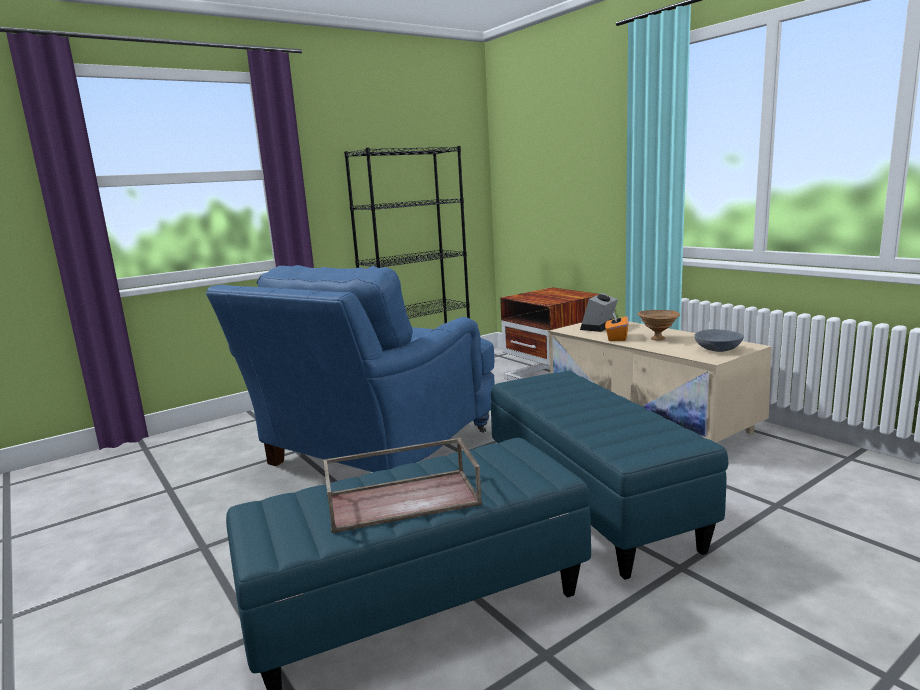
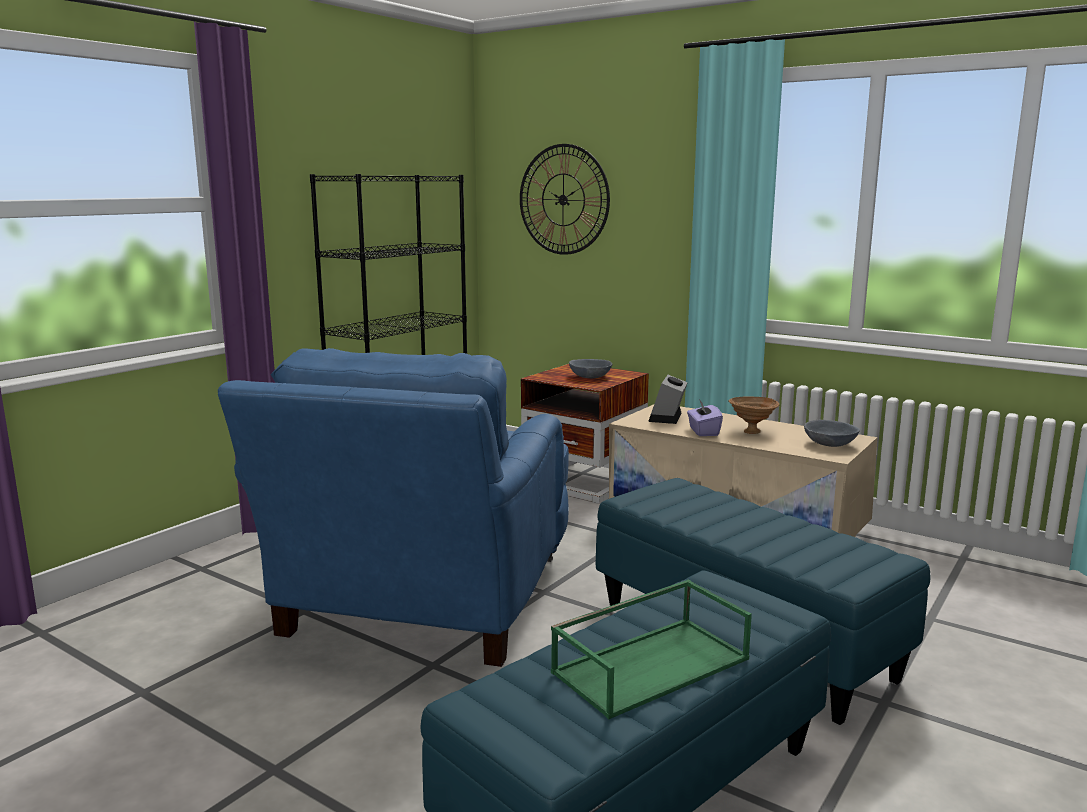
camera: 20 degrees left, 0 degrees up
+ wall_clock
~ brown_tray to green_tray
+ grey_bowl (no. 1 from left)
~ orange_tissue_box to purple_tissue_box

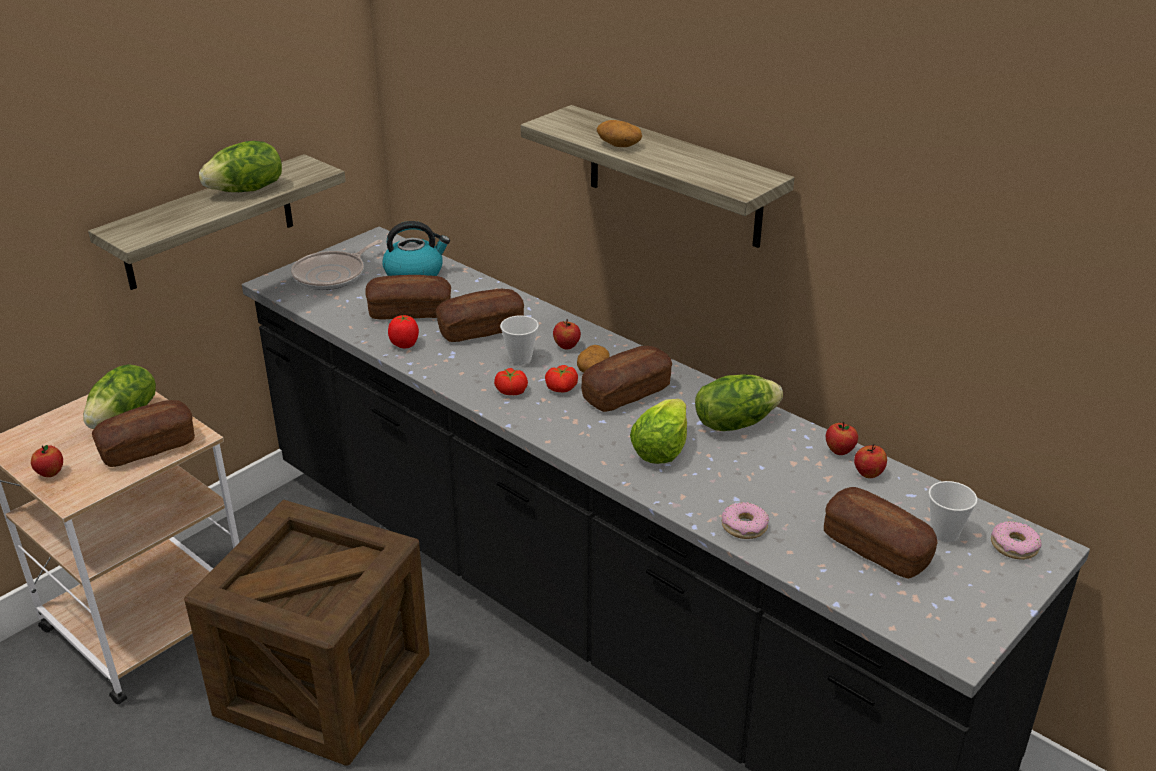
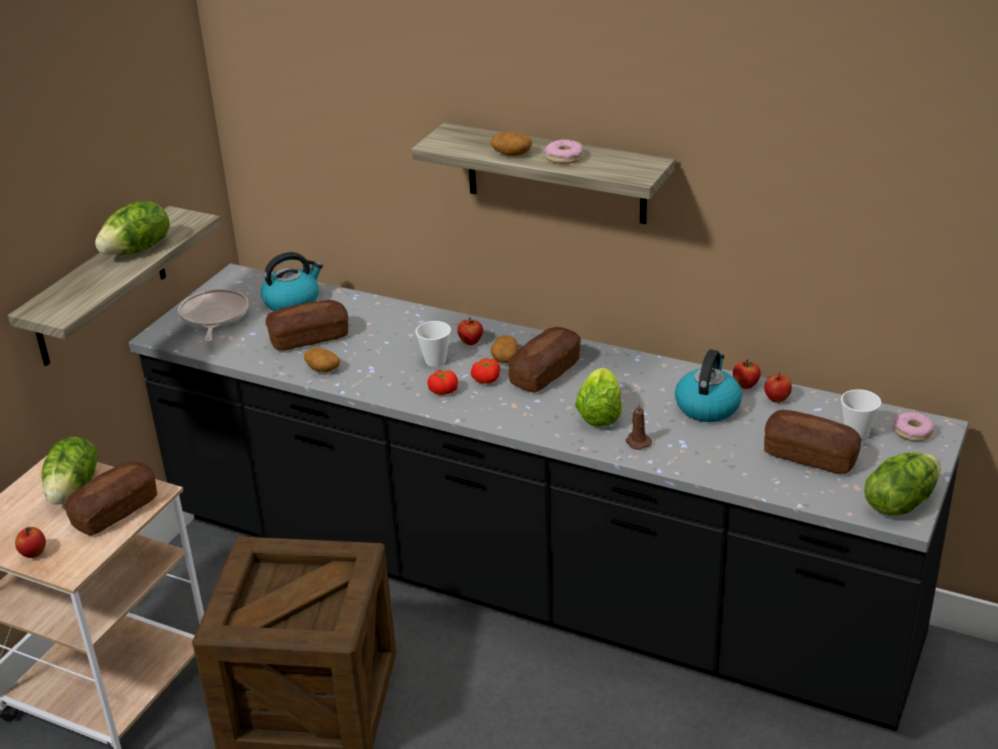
camera: 15 degrees left, 0 degrees up
~ frying_pan 150 degrees clockwise
~ tomato (no. 1 from left) to potato (no. 1 from left)
~ donut (no. 1 from left)
+ brown_candle
+ kettle (no. 2 from left)
~ lettuce (no. 4 from left)
- bread (no. 3 from left)

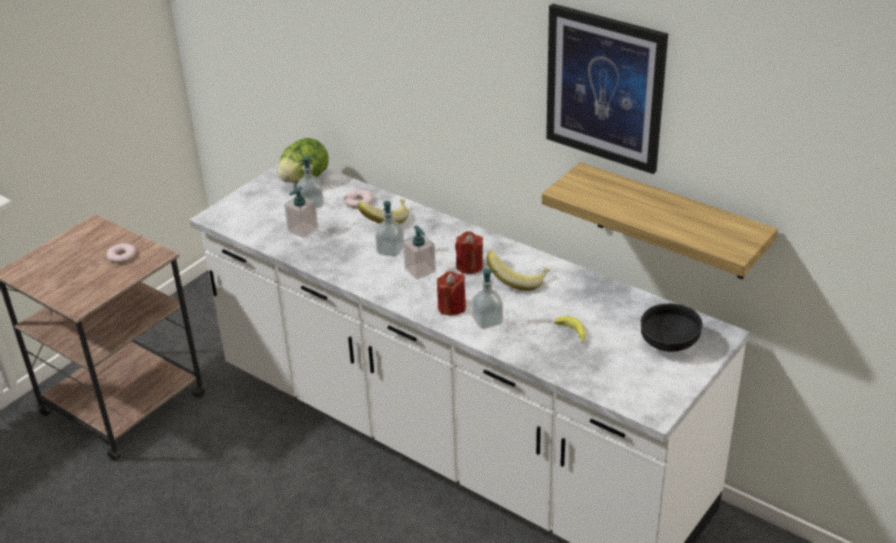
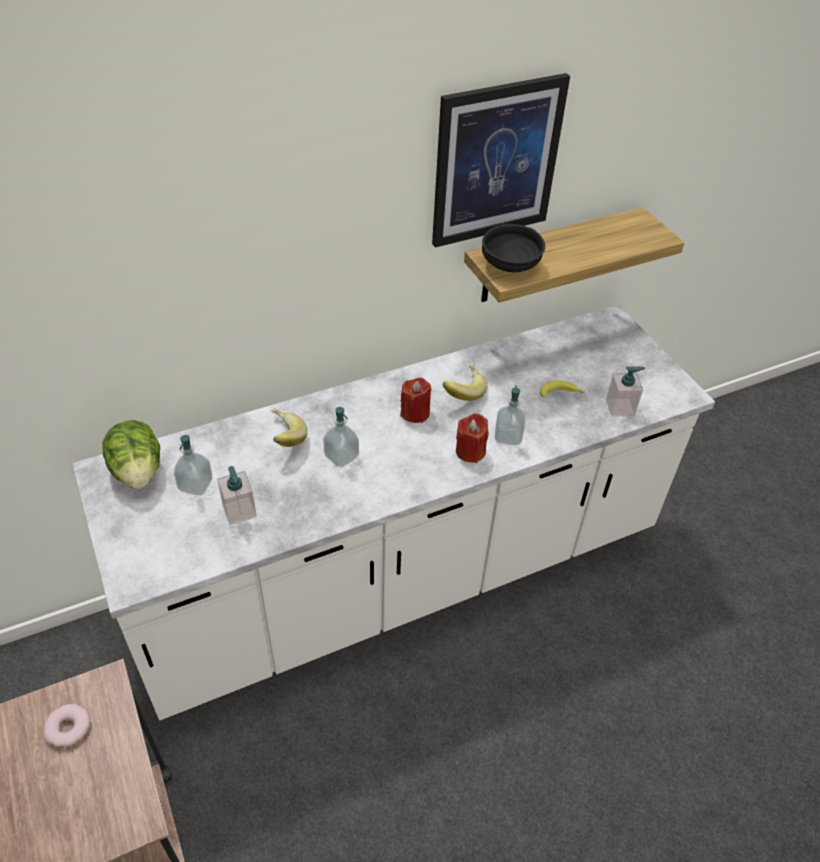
camera: 65 degrees left, 10 degrees up
~ black_bowl
~ soap_dispenser (no. 4 from left in the first image) to soap_dispenser (no. 5 from left)
- donut (no. 2 from left)

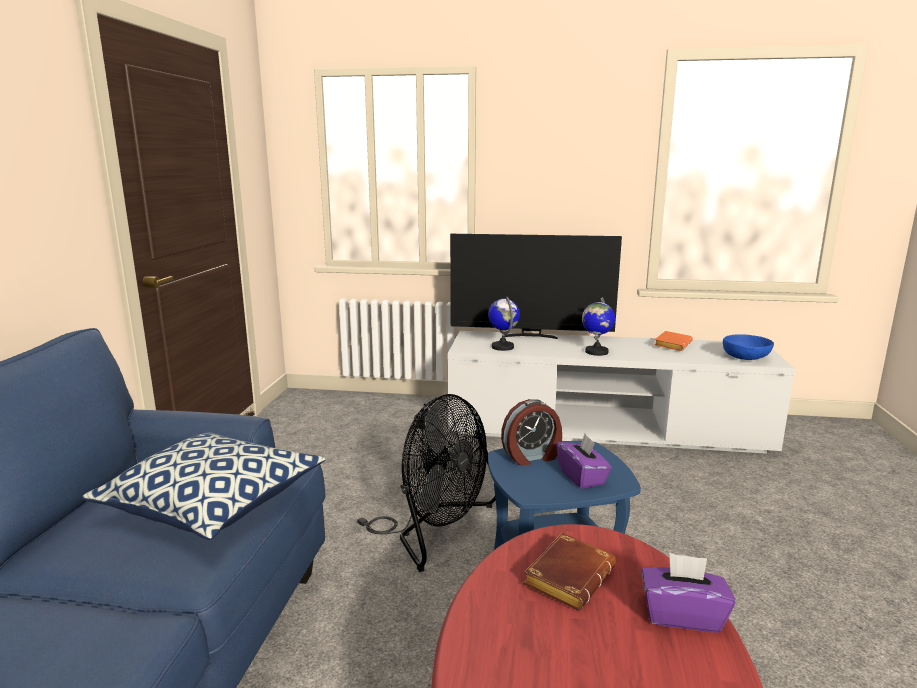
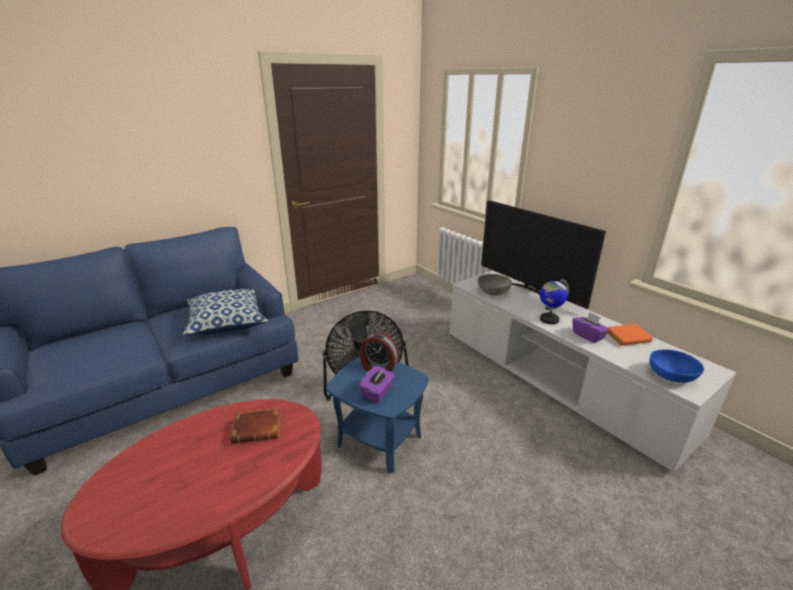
camera: 45 degrees right, 10 degrees up
~ globe (no. 1 from left) to grey_bowl
~ purple_tissue_box (no. 2 from left)

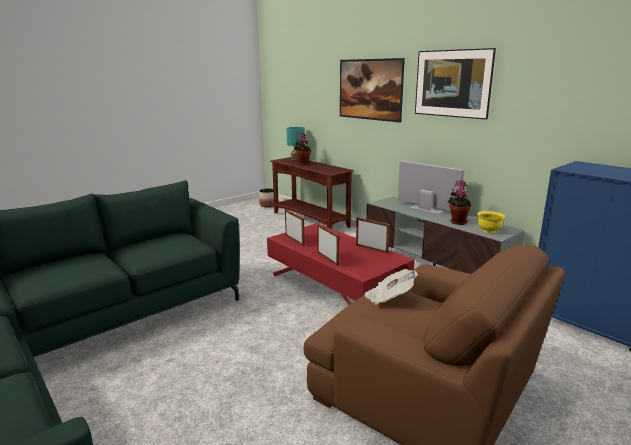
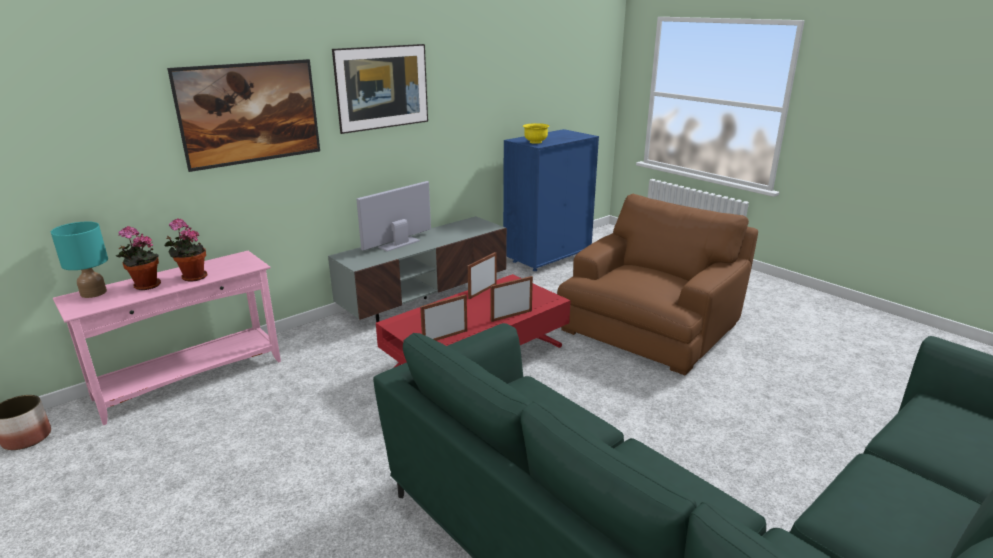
camera: 90 degrees left, 5 degrees up
~ brown_console_table to pink_console_table
~ potted_plant (no. 2 from left)
~ yellow_bowl
- newspaper

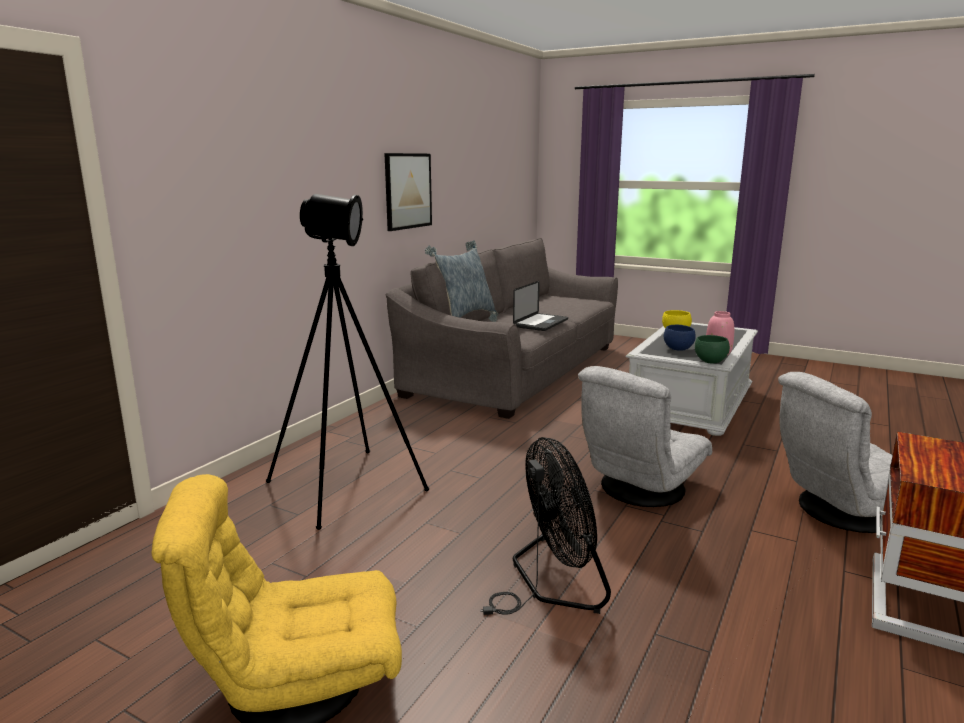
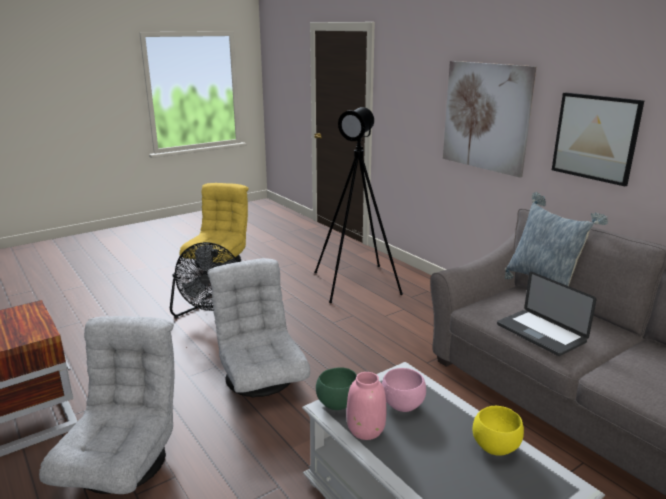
camera: 115 degrees right, 5 degrees up
~ blue_bowl to pink_bowl
+ picture (no. 1 from left)

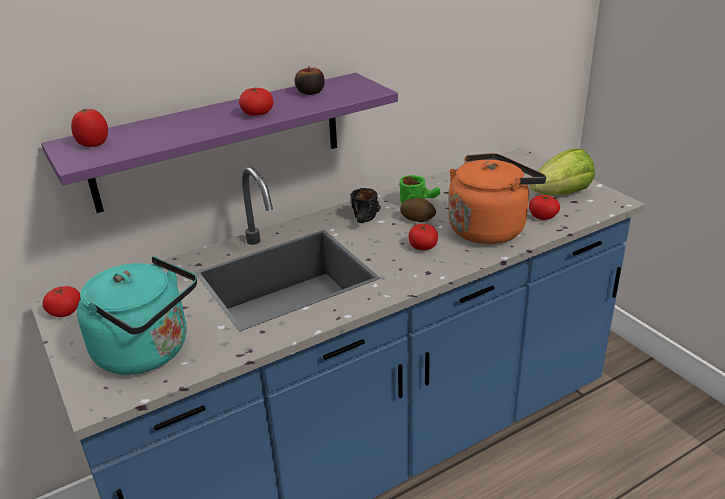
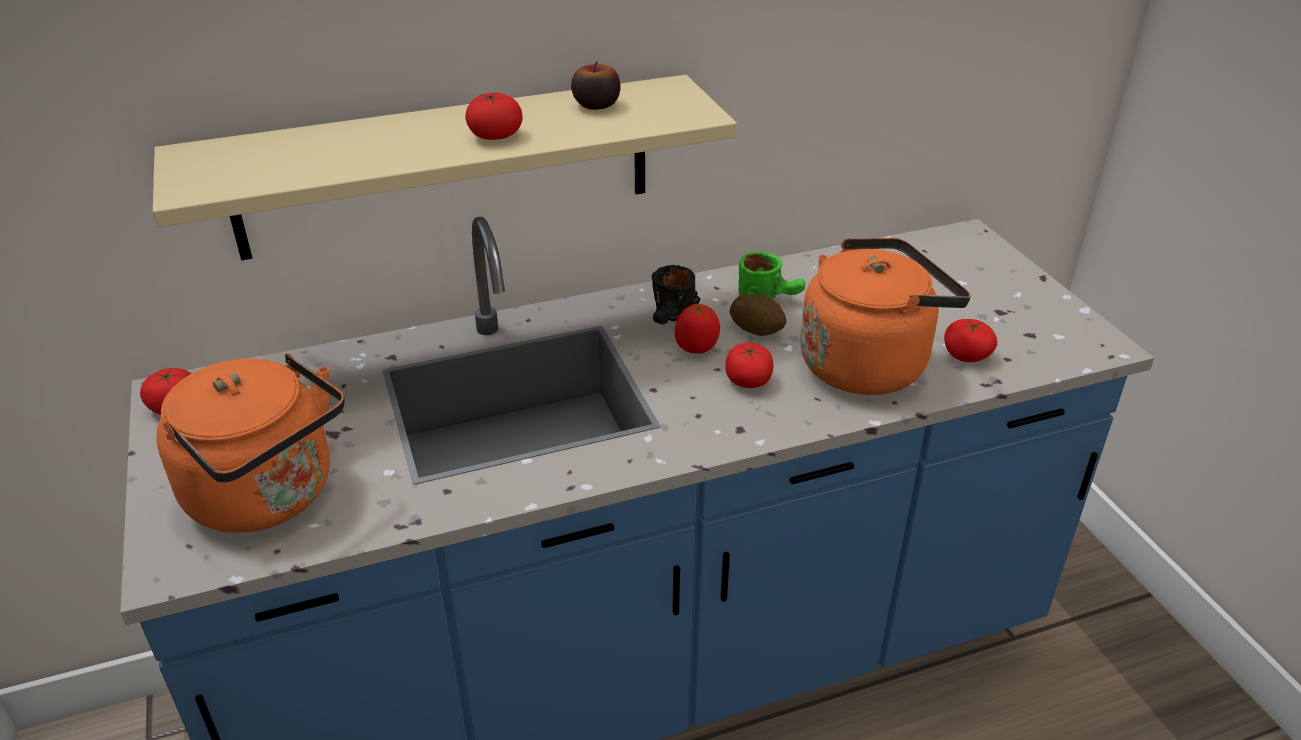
camera: 10 degrees right, 5 degrees up
~ purple_shelf to beige_shelf
~ turquoise_kettle to orange_kettle (no. 1 from left)
~ tomato (no. 2 from left in the first image) to tomato (no. 3 from left)
- lettuce

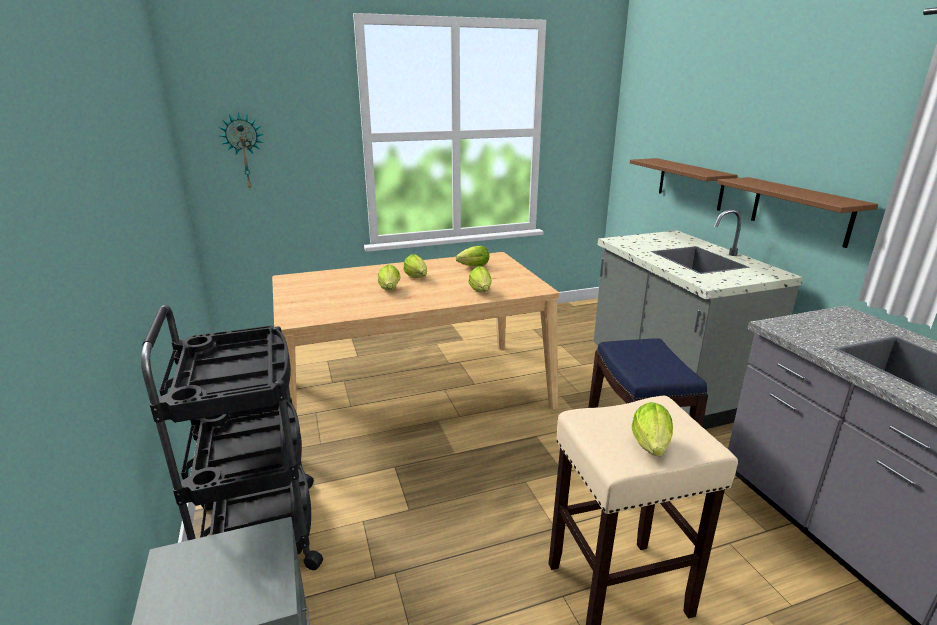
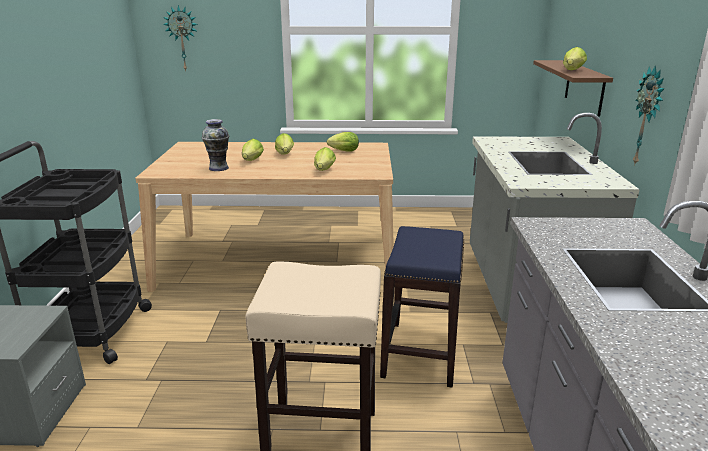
camera: 20 degrees right, 0 degrees up
+ vase
~ lettuce (no. 5 from left)
~ brown_shelf (no. 2 from left) to wall_clock (no. 2 from left)

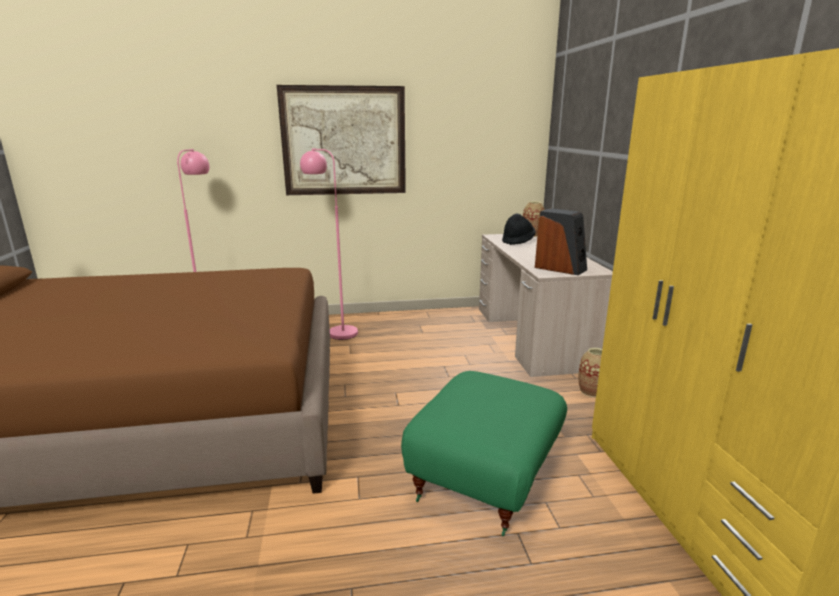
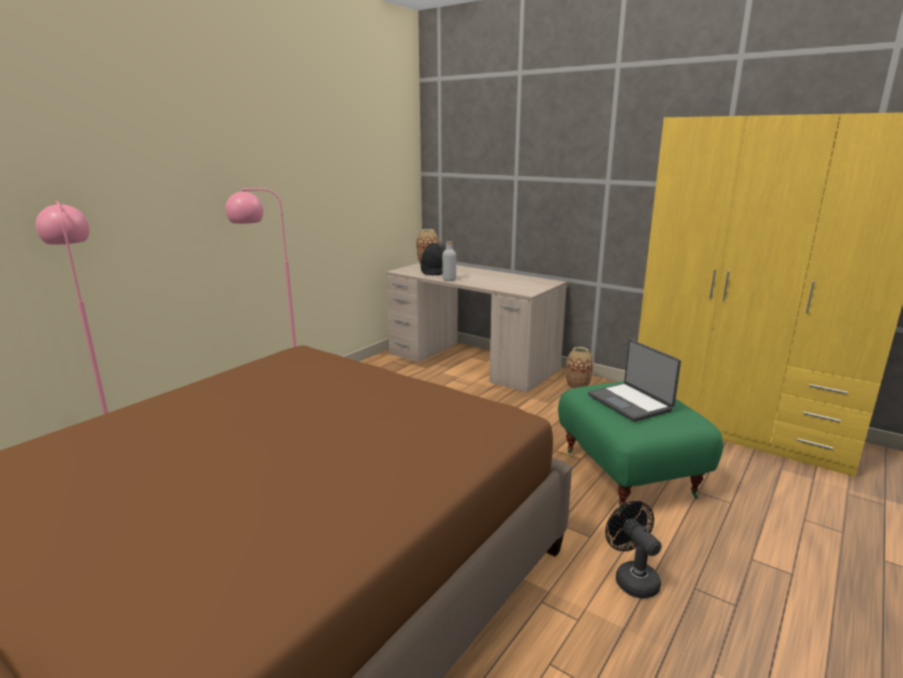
camera: 45 degrees left, 0 degrees up
+ grey_bottle
+ laptop
+ black_fan
- picture
- speaker

